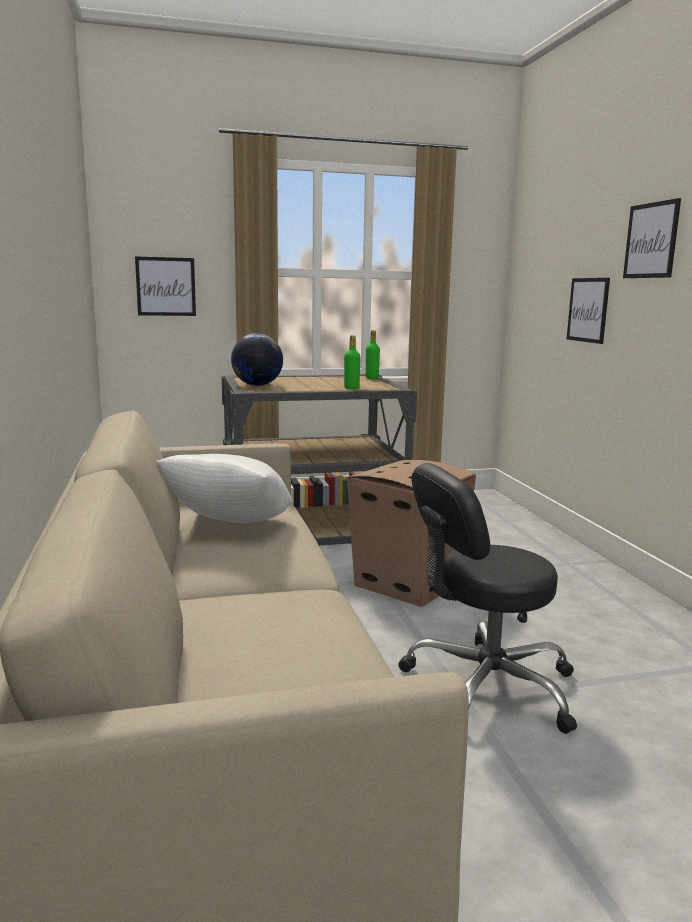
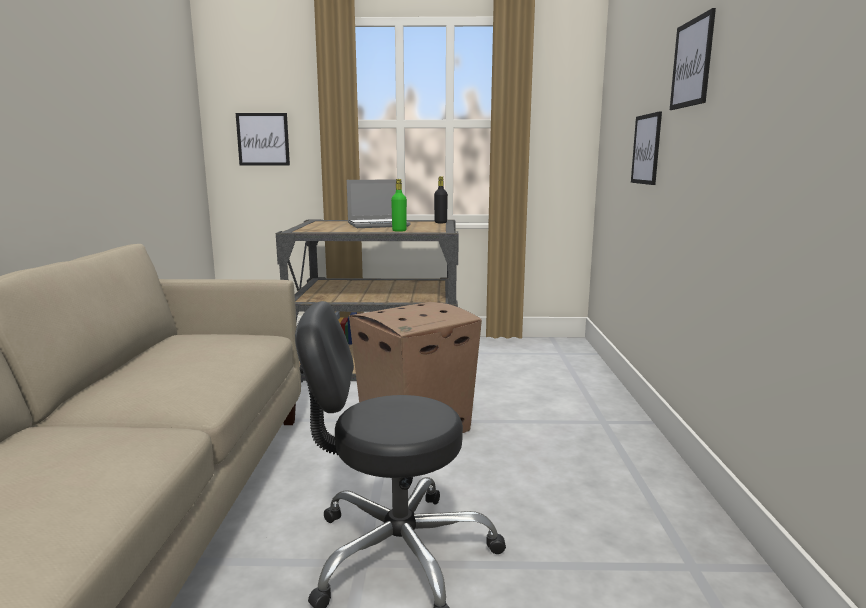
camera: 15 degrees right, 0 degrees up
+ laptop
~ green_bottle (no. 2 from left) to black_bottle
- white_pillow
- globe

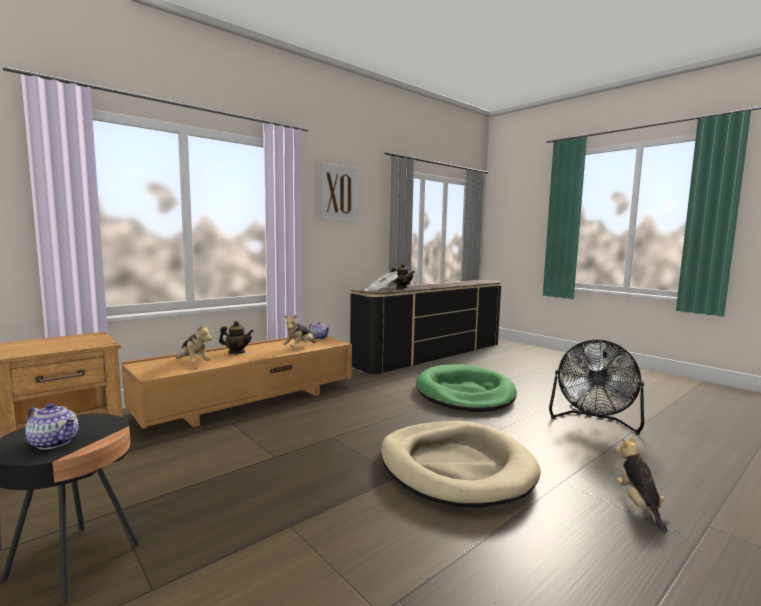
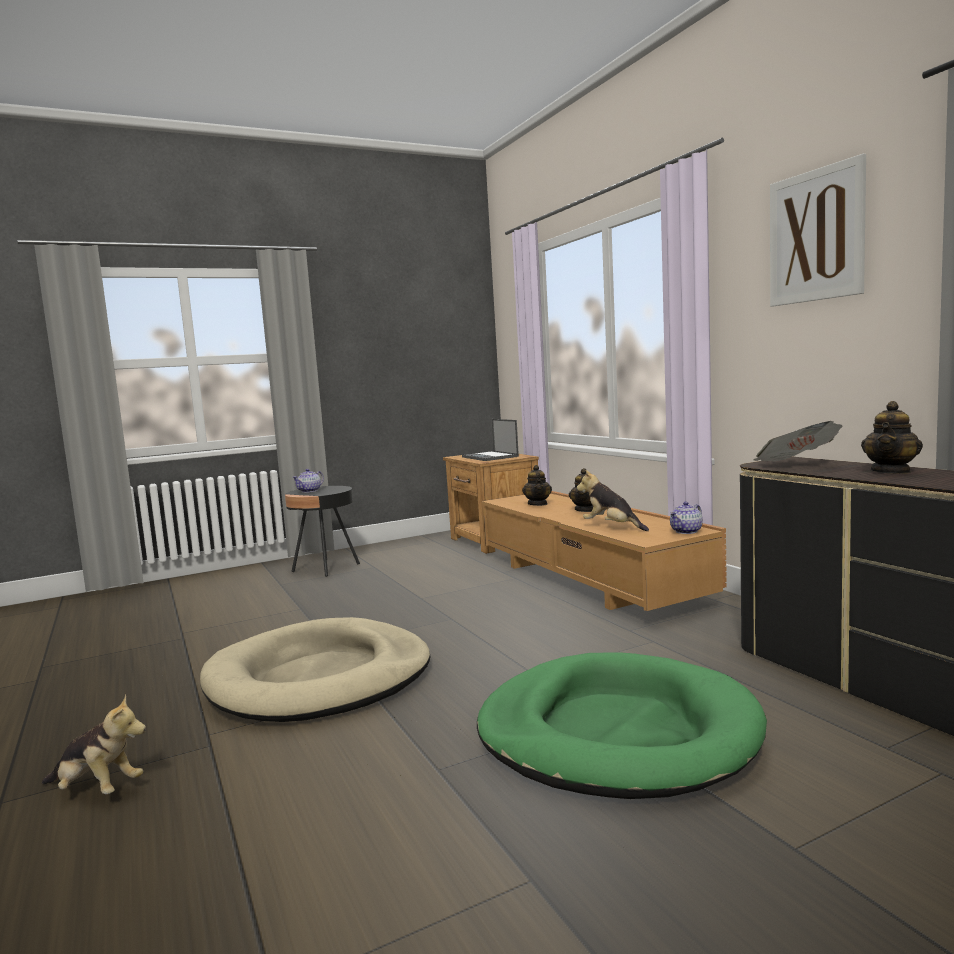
camera: 105 degrees right, 0 degrees up
+ laptop
~ plush_toy (no. 1 from left) to teapot (no. 2 from left)
- black_fan

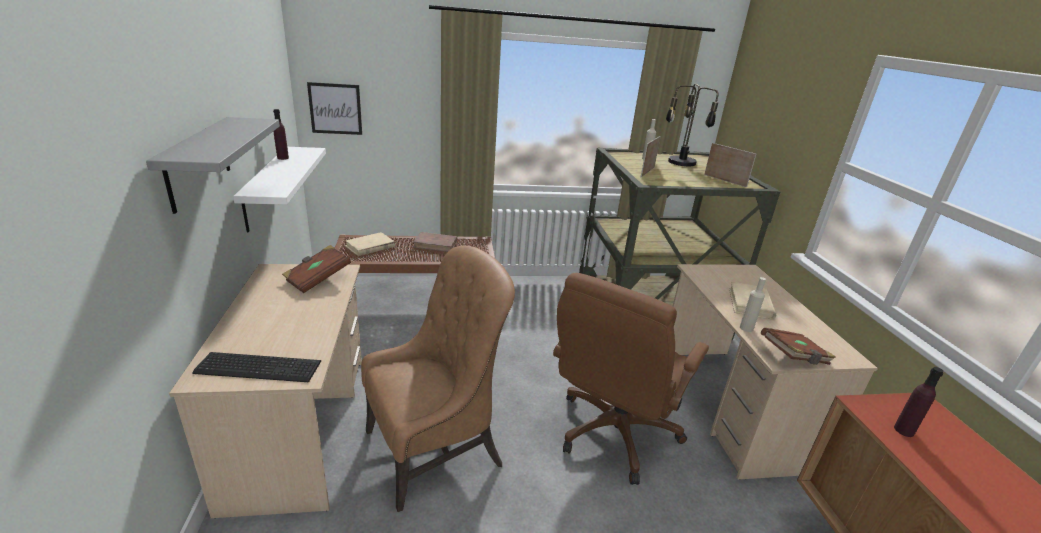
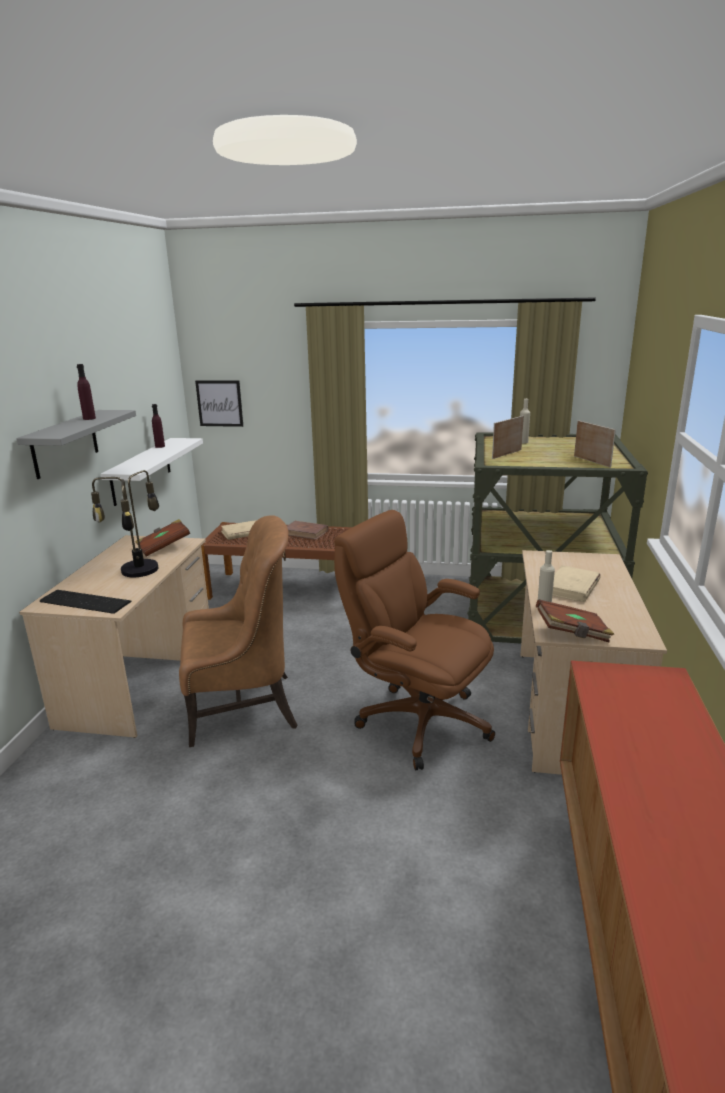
camera: 20 degrees right, 5 degrees down
~ purple_bottle (no. 2 from left in the first image) to purple_bottle (no. 1 from left)
~ table_lamp
~ brown_office_chair 75 degrees clockwise

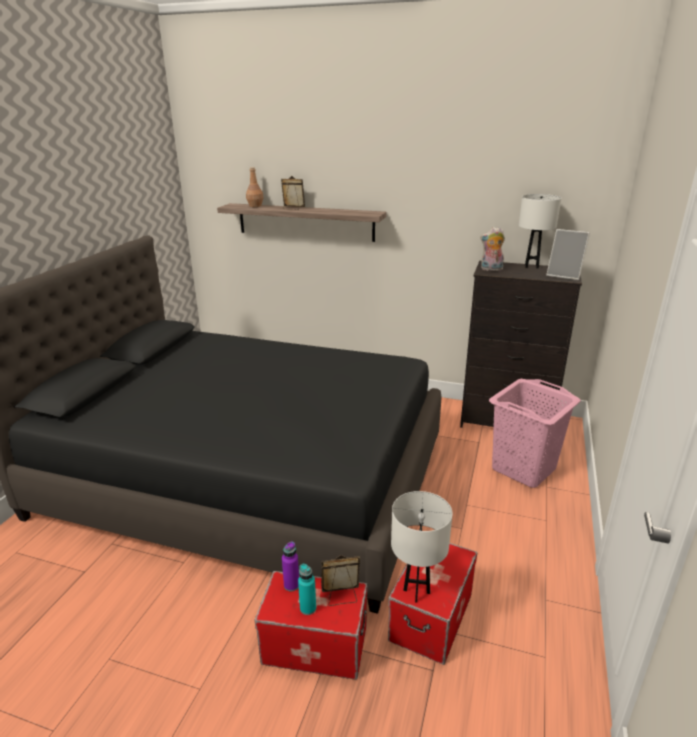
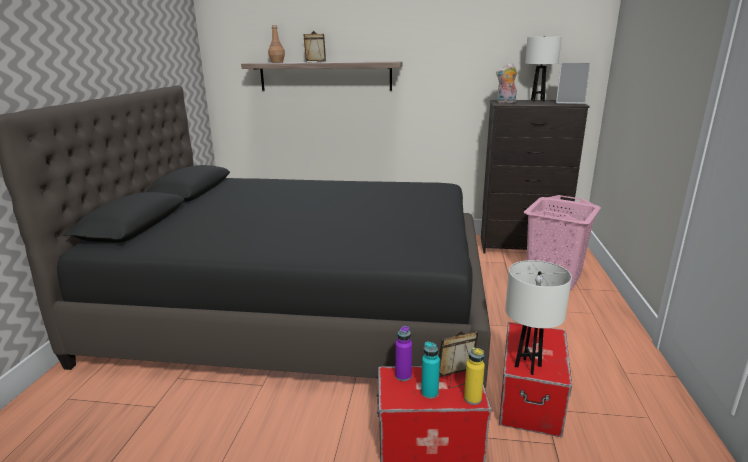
camera: 10 degrees left, 5 degrees down
+ yellow_bottle

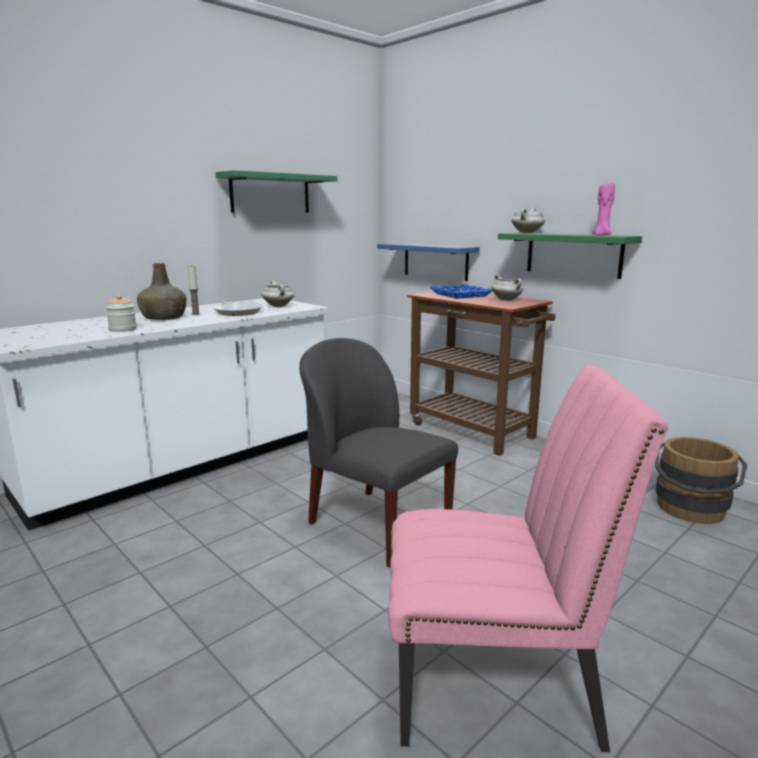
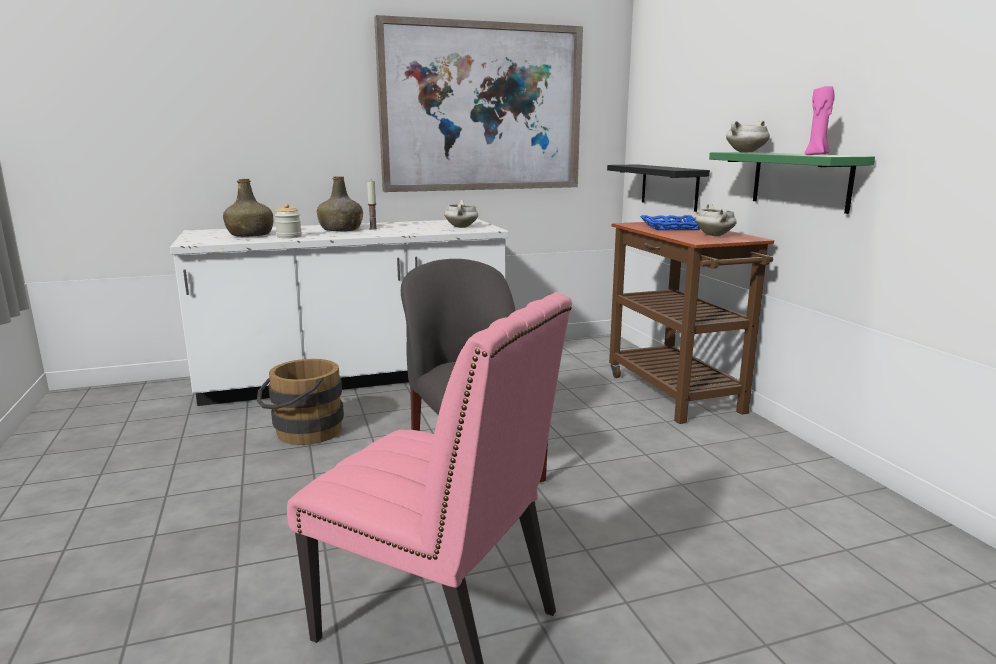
camera: 25 degrees right, 0 degrees up
+ green_bottle (no. 1 from left)
~ brown_bucket
~ green_shelf (no. 1 from left) to picture
~ blue_shelf to black_shelf
- frying_pan

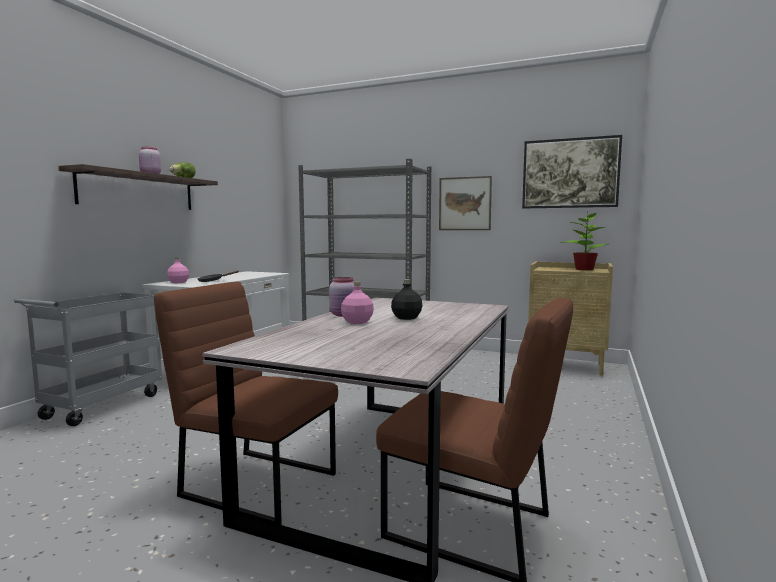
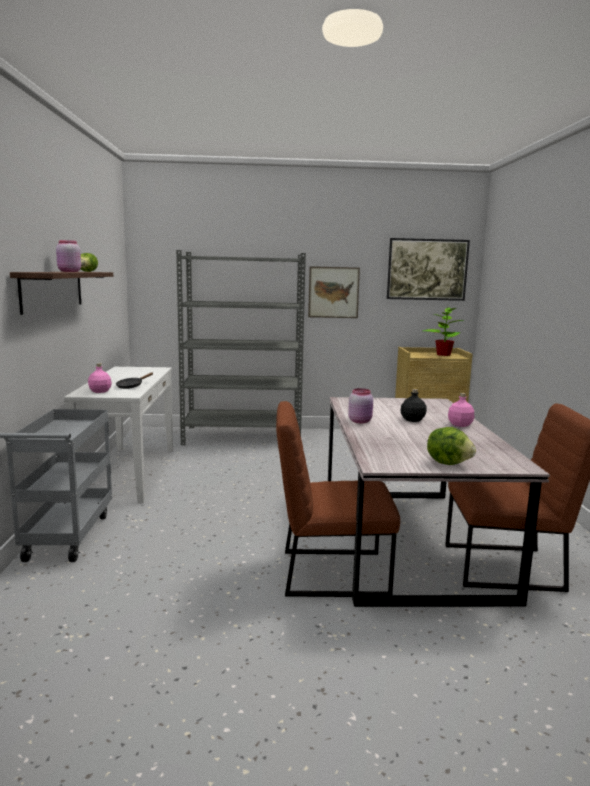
camera: 25 degrees left, 5 degrees up
+ lettuce (no. 2 from left)
~ pink_bottle (no. 2 from left)

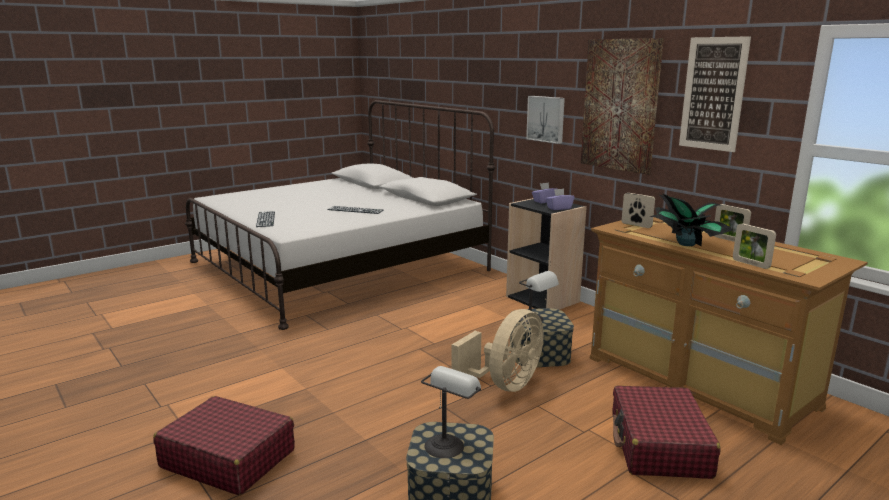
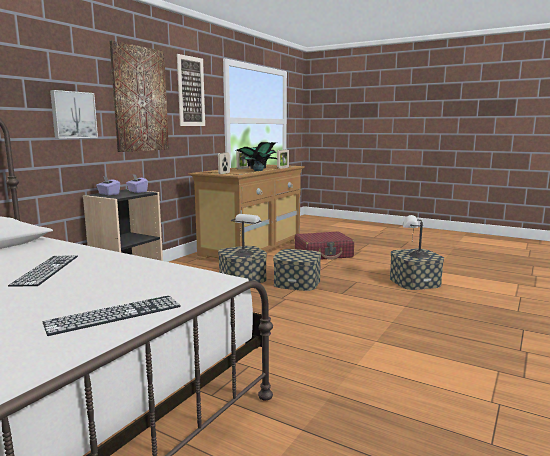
camera: 110 degrees left, 5 degrees down
~ beige_fan to storage_box (no. 2 from left)
- red_suitcase (no. 1 from left)

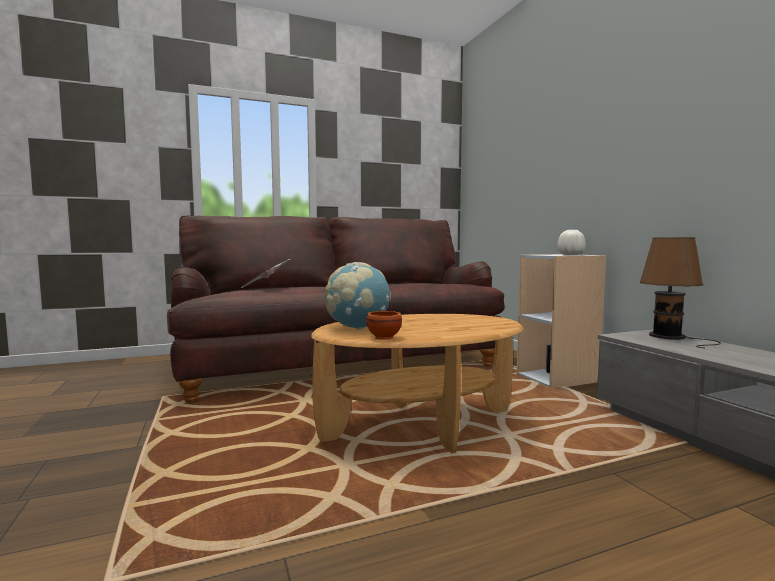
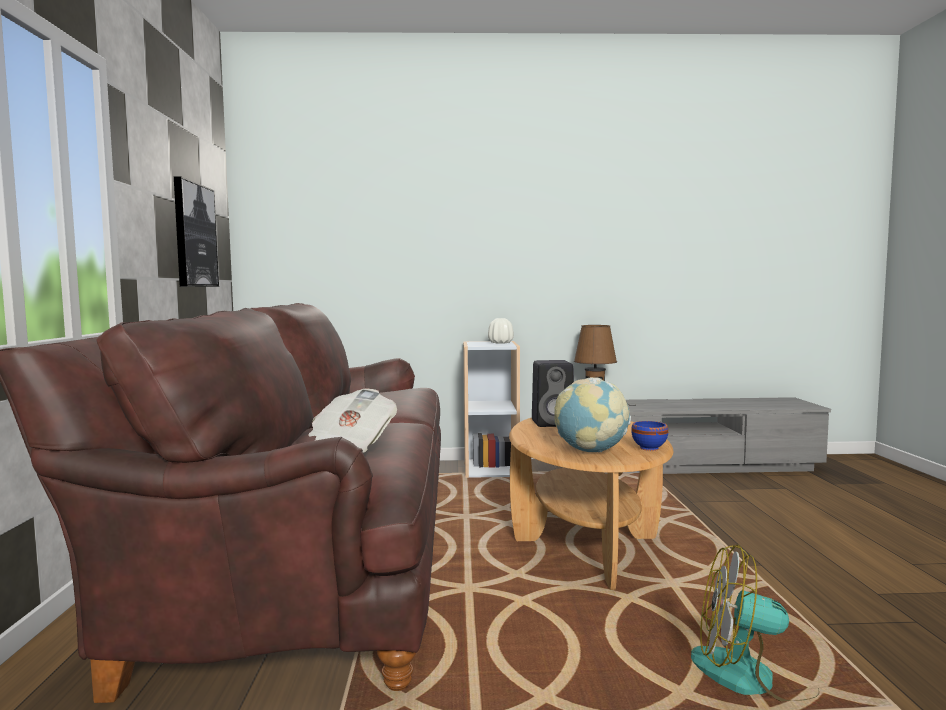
camera: 70 degrees left, 0 degrees up
+ picture
+ black_speaker
~ brown_bowl to blue_bowl
+ fan

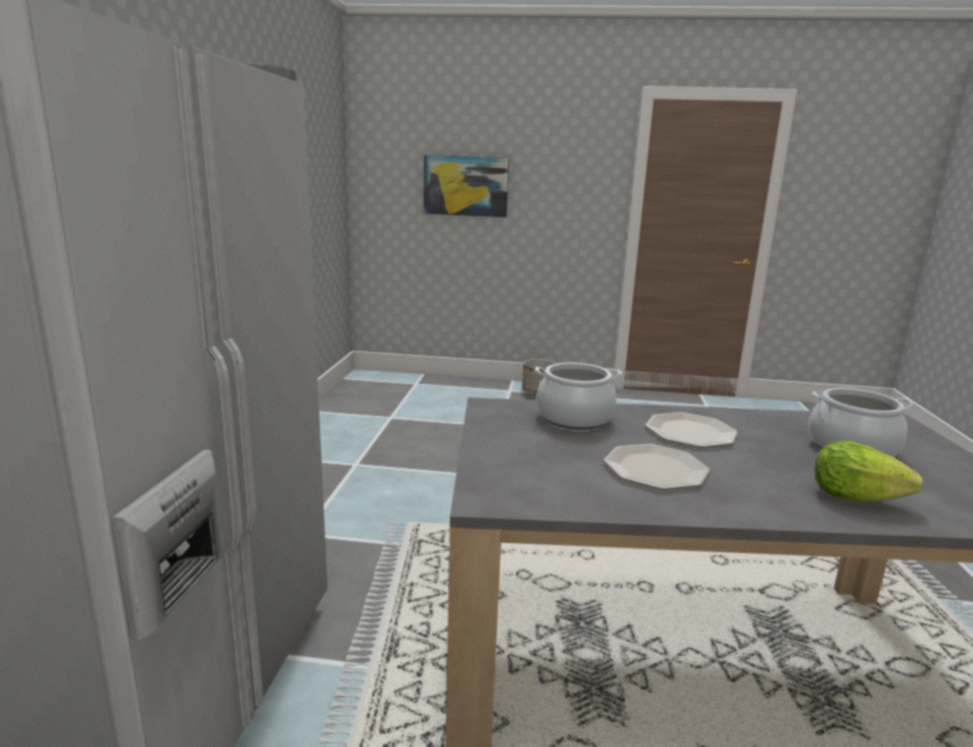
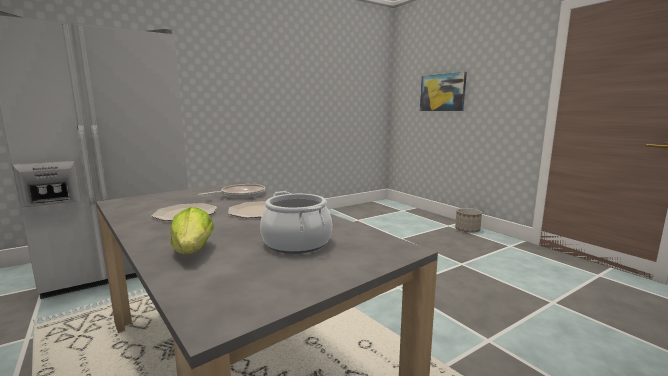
camera: 50 degrees right, 5 degrees down
~ cooking_pot (no. 1 from left) to frying_pan

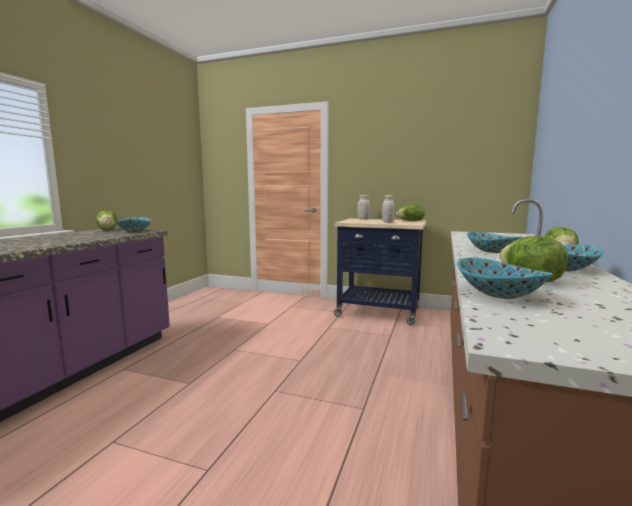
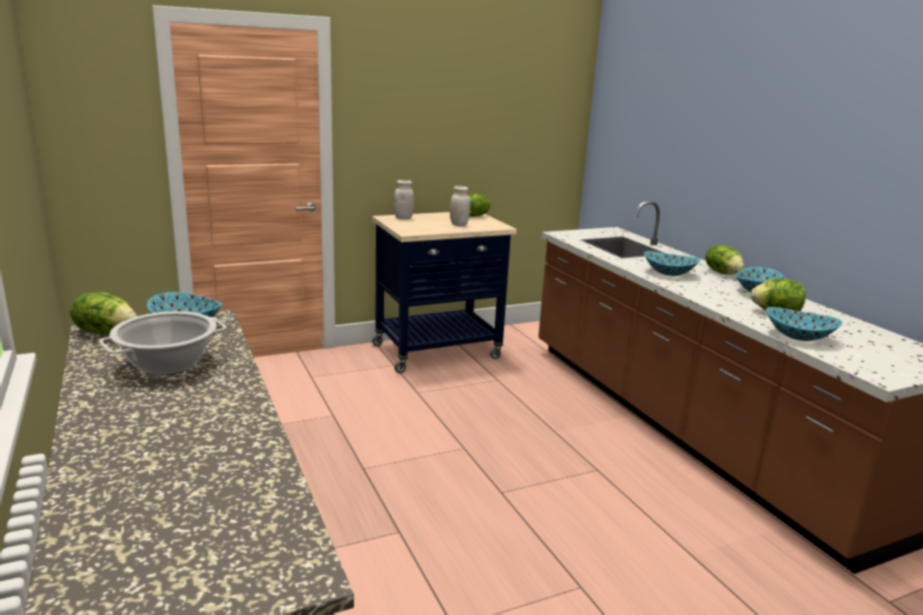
camera: 45 degrees left, 10 degrees up
+ cooking_pot

